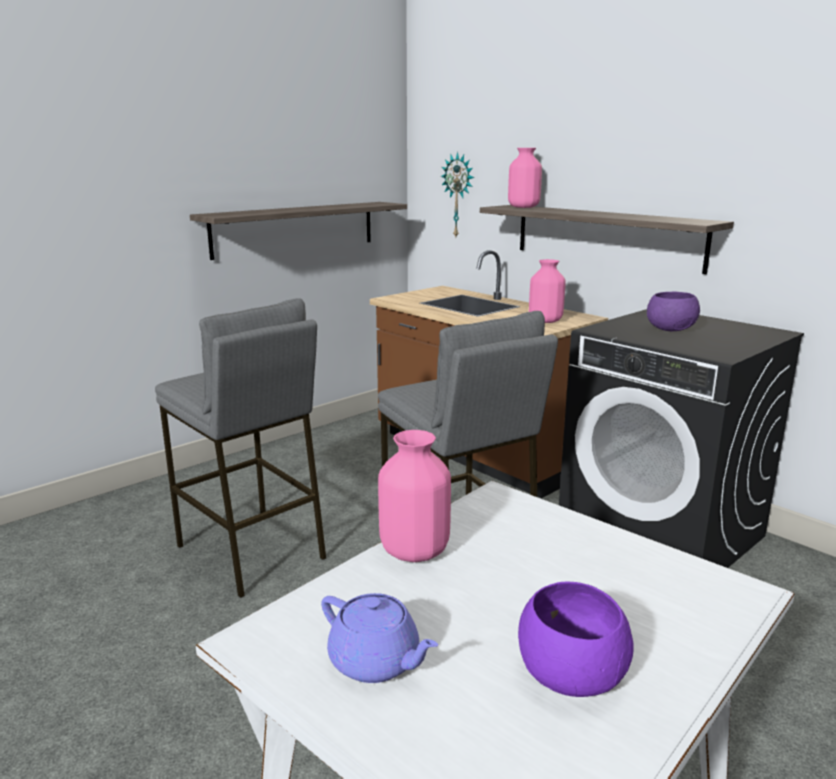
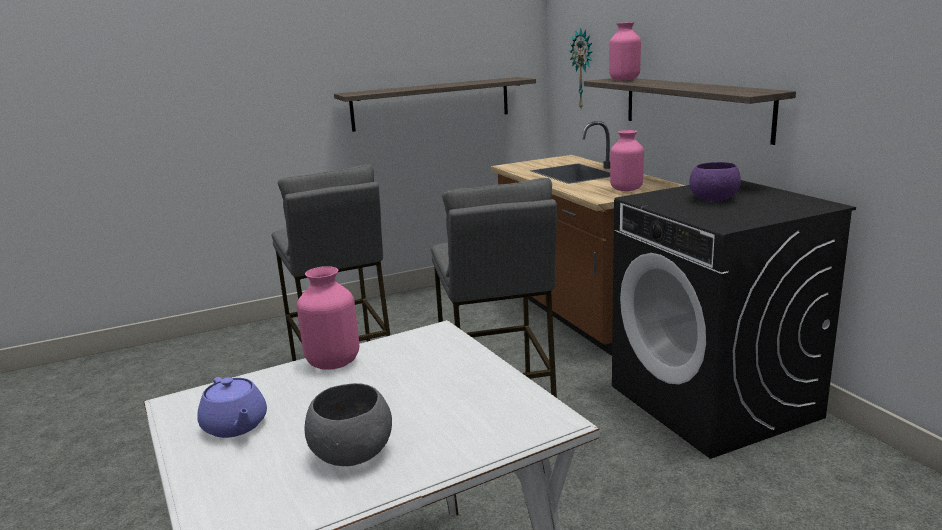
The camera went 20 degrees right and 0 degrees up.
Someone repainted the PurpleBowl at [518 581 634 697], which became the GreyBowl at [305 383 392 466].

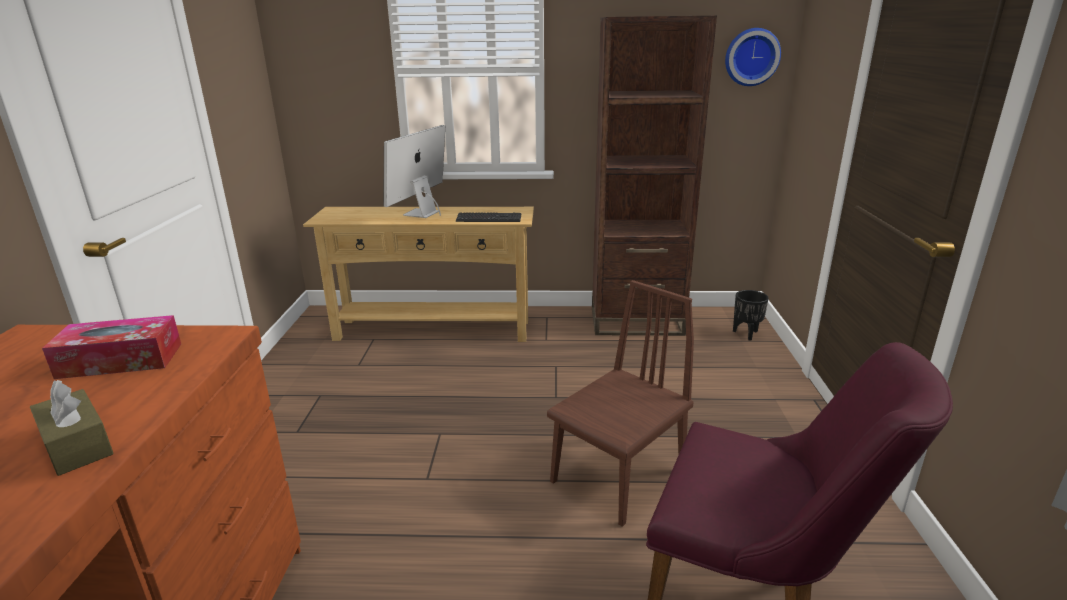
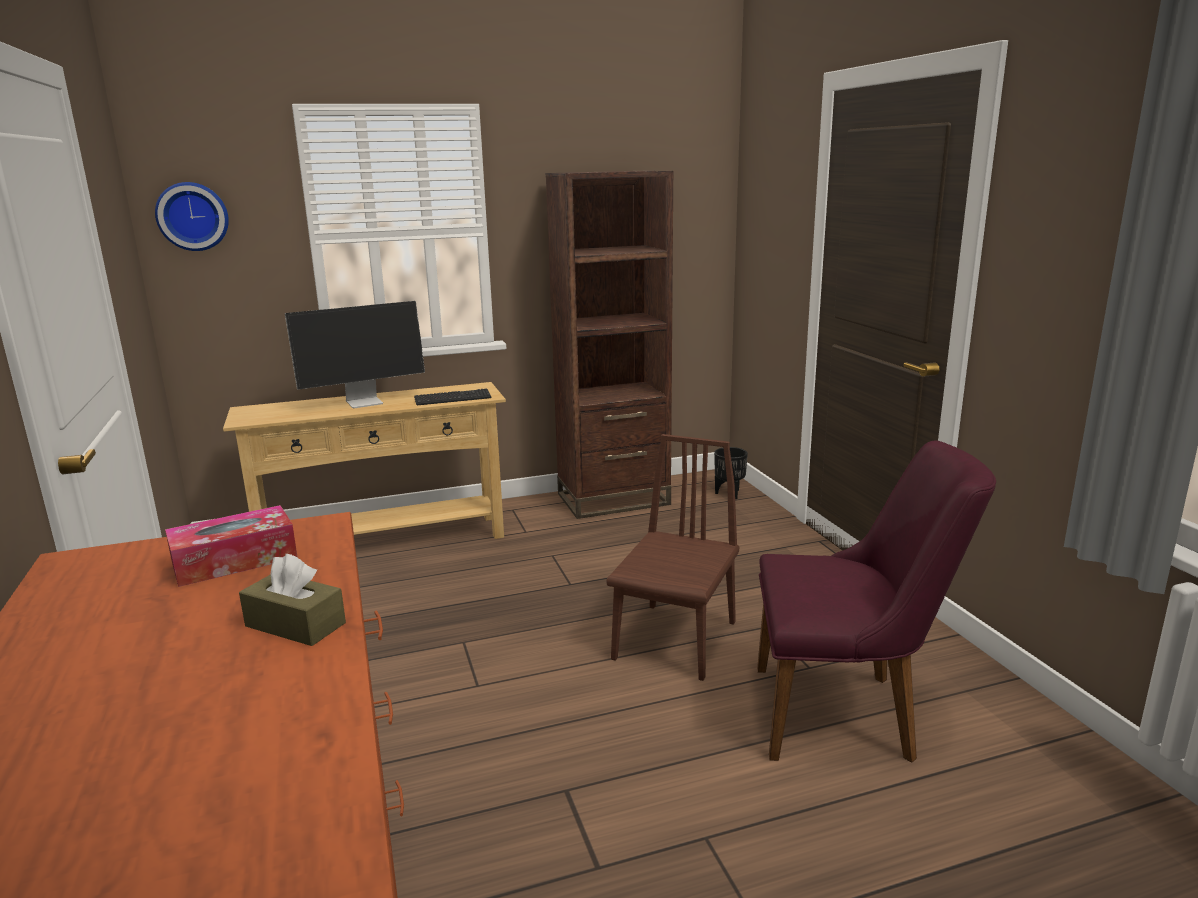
The camera went 20 degrees left and 5 degrees down.
Someone carried the WallClock from [725 28 781 86] to [155 182 229 251].
Someone rotated the Monitor at [383 125 445 218] by 120 degrees counterclockwise.

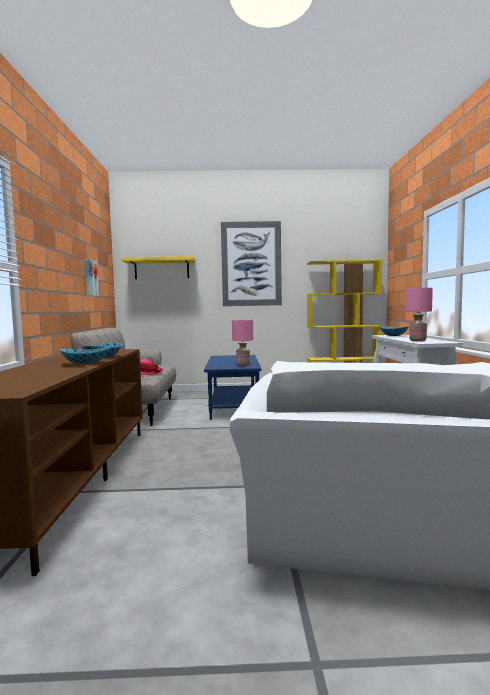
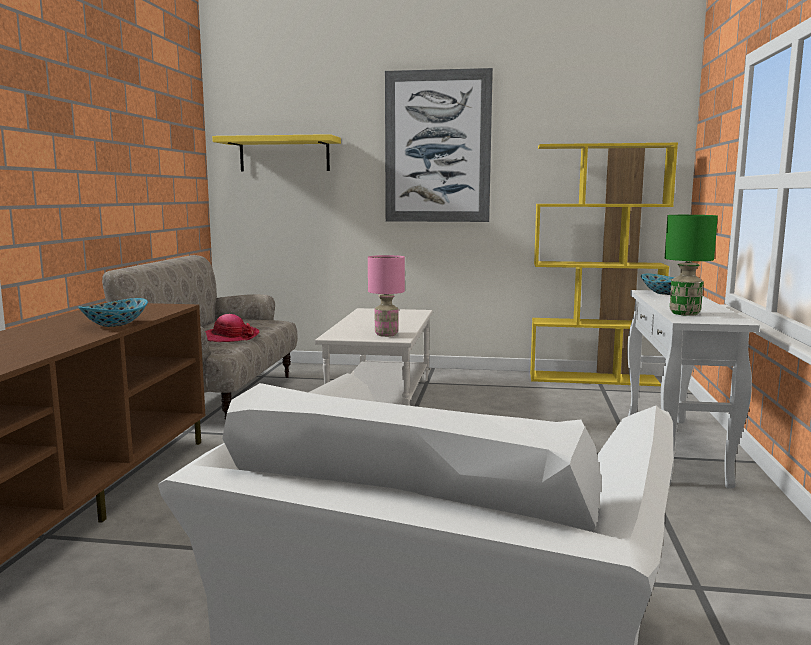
The camera went 10 degrees right and 5 degrees up.
Someone repainted the BlueCoffeeTable at [204 355 261 420], which became the WhiteCoffeeTable at [315 308 433 406].
Someone repainted the PinkTableLamp at [405 288 433 342], which became the GreenTableLamp at [665 215 718 316].
Someone took away the Bowl at [59 347 110 365].
Someone took away the Picture at [85 259 99 296].

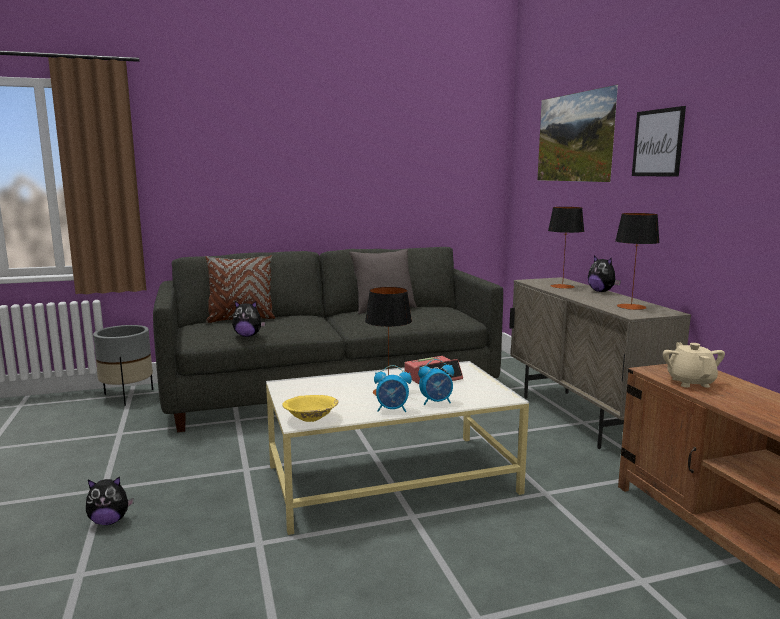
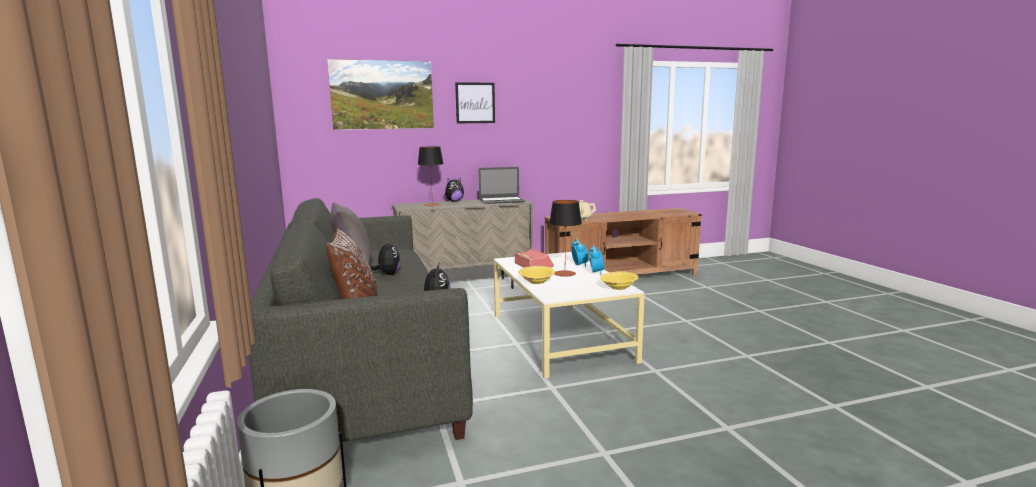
The camera went 90 degrees left and 0 degrees up.
Someone carried the PlushToy from [86 476 134 525] to [371 240 401 275].
Someone swapped the TableLamp at [615 213 660 310] for the Laptop at [478 167 526 204].
Someone put down the YellowBowl at [518 266 555 284].

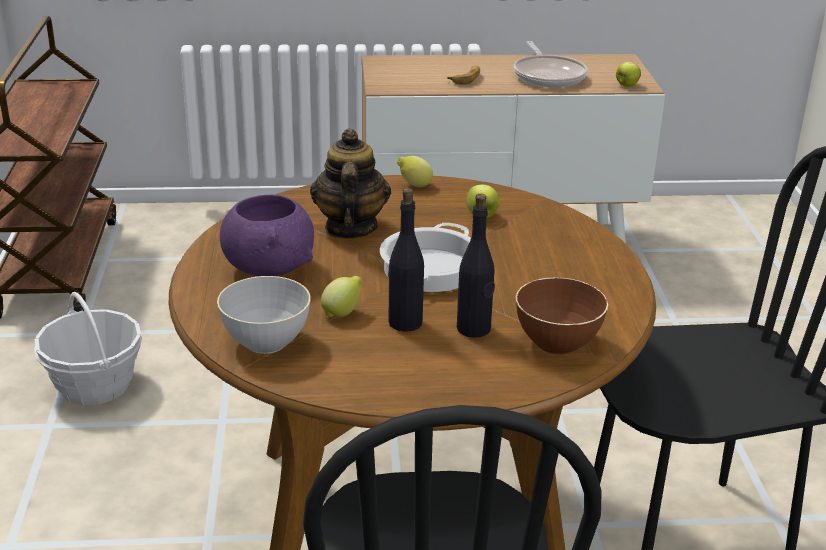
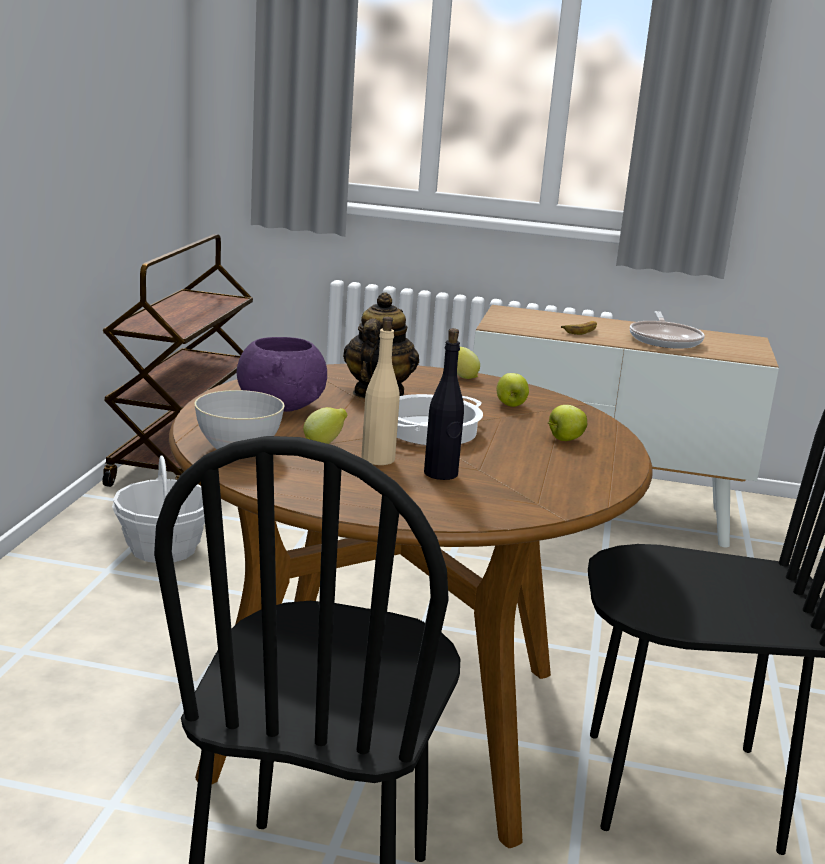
The camera went 15 degrees right and 10 degrees down.
Someone repainted the BlackBottle at [388 188 424 332], which became the BeigeBottle at [361 317 400 465].
Someone carried the Apple from [616 62 641 87] to [548 405 587 441].
Someone took away the BrownBowl at [516 277 608 355].

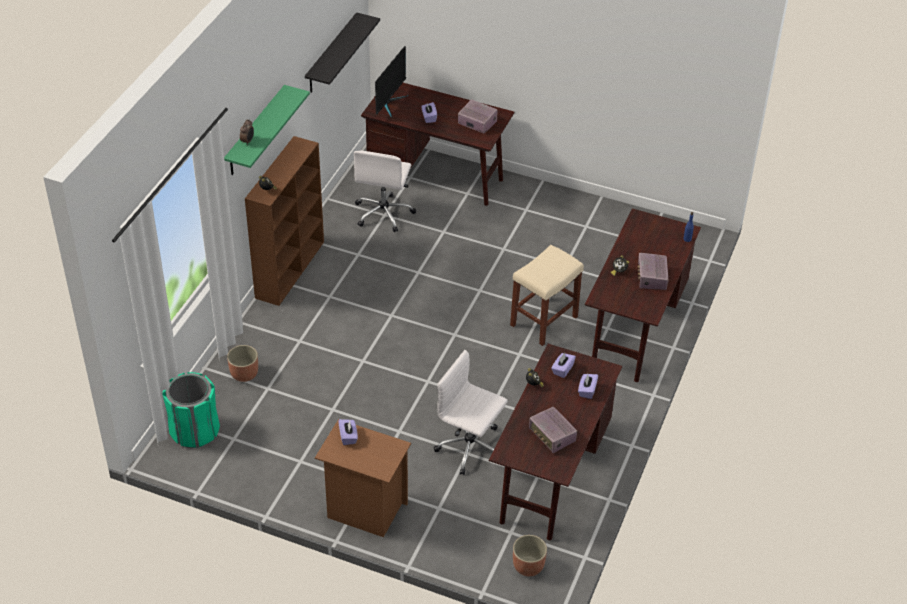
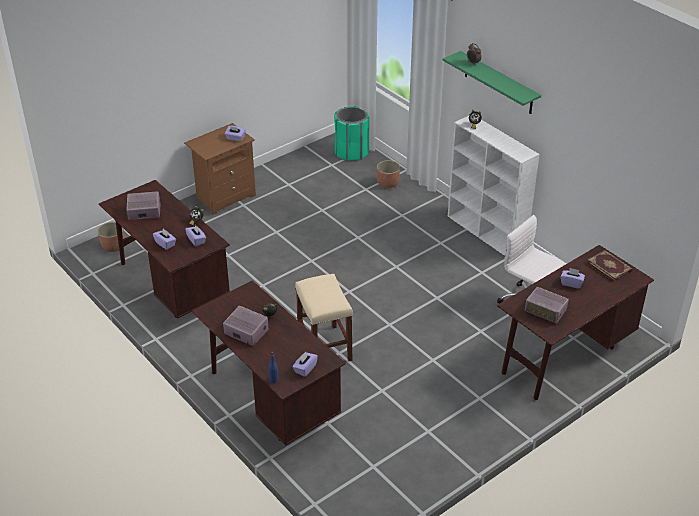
The camera went 120 degrees right and 5 degrees down.
Someone put down the PurpleTissueBox at [293 352 318 377].
Someone repainted the BrownBookcase at [245 136 324 306], which became the WhiteBookcase at [448 116 540 256].
Someone rotated the Radio at [458 99 498 134] by 60 degrees clockwise.
Someone swapped the Monitor at [375 46 409 117] for the Book at [587 250 633 282].
Someone took away the BlackShelf at [305 12 380 93].
Someone took away the WhiteOfficeChair at [434 350 508 475].

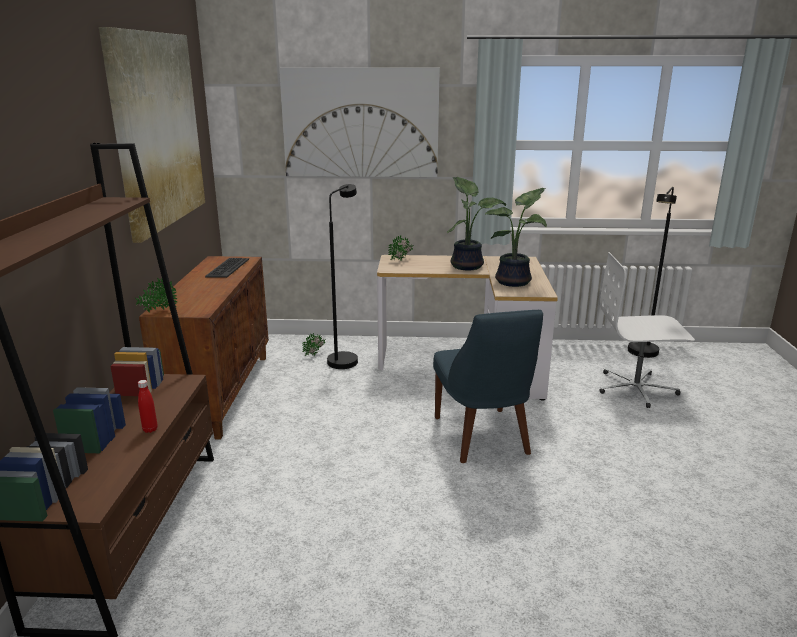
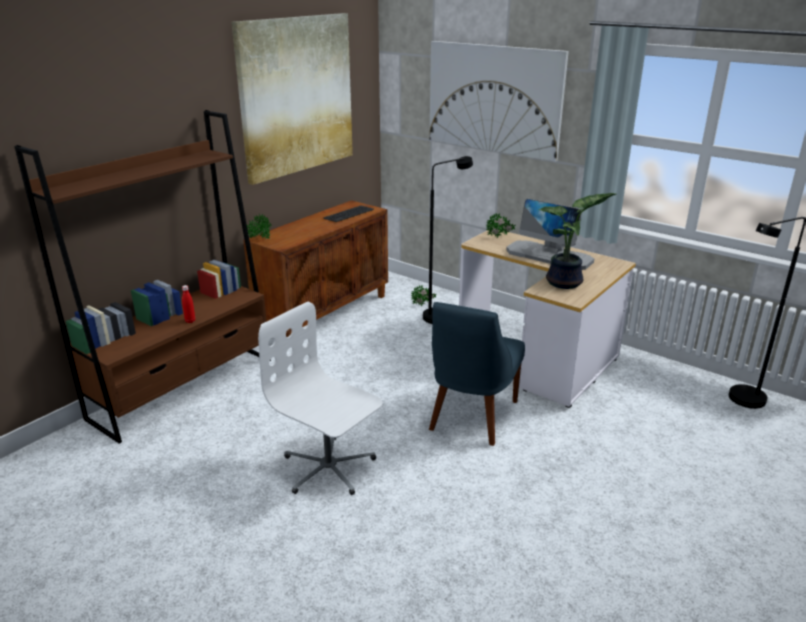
The camera went 35 degrees right and 5 degrees up.
Someone carried the WhiteOfficeChair from [600 252 695 408] to [258 302 382 495].
Someone swapped the PottedPlant at [447 177 506 270] for the Monitor at [506 199 594 270].

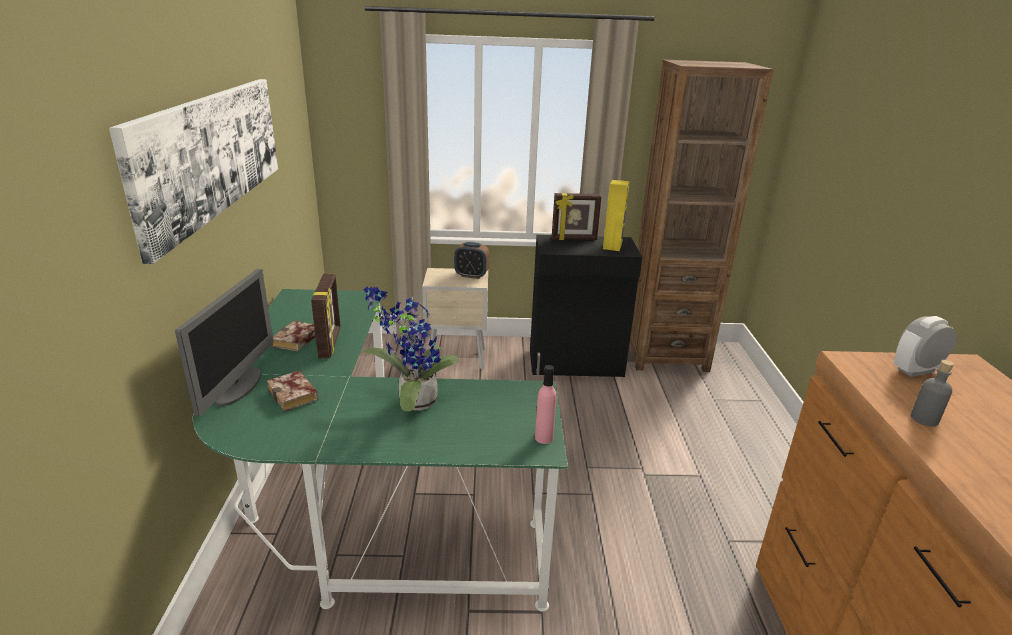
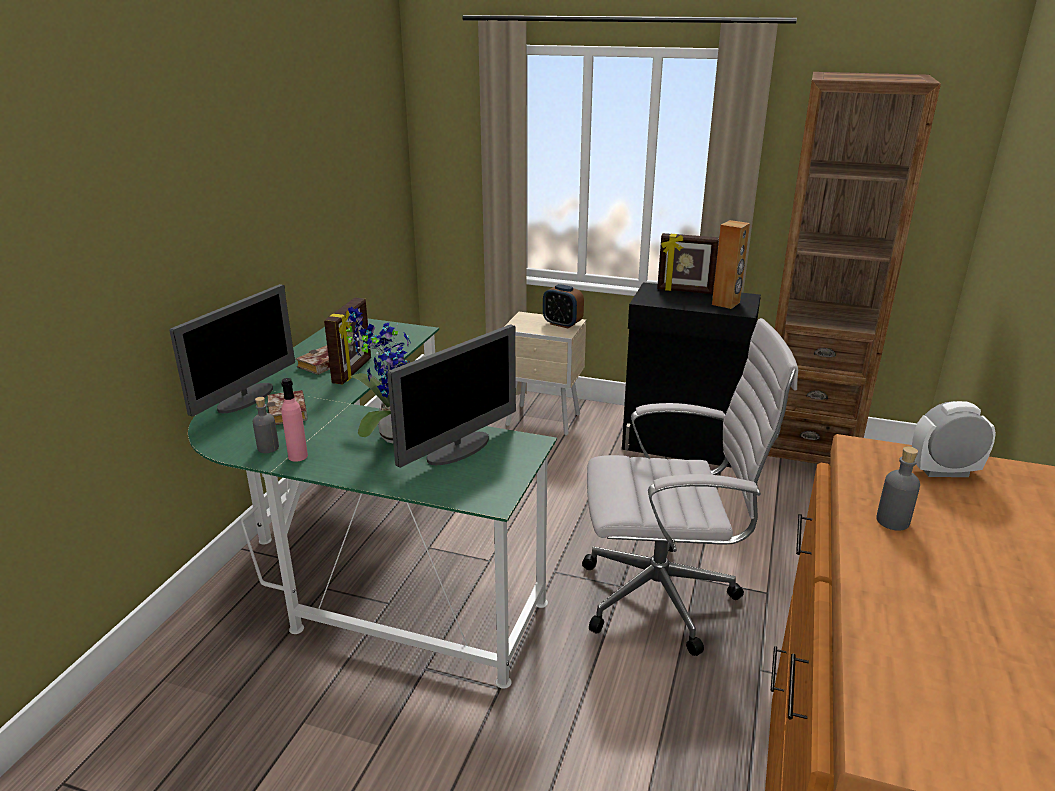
The camera went 20 degrees right and 0 degrees up.
Someone put down the GreyBottle at [253 397 279 453].
Someone carried the PinkBottle from [535 365 556 444] to [281 378 308 462].
Someone put down the Monitor at [387 324 516 468].
Someone put down the WhiteOfficeChair at [582 318 798 656].
Someone repainted the YellowSpeaker at [603 180 630 251], which became the BrownSpeaker at [712 220 750 309].
Someone took away the Picture at [109 79 278 264].

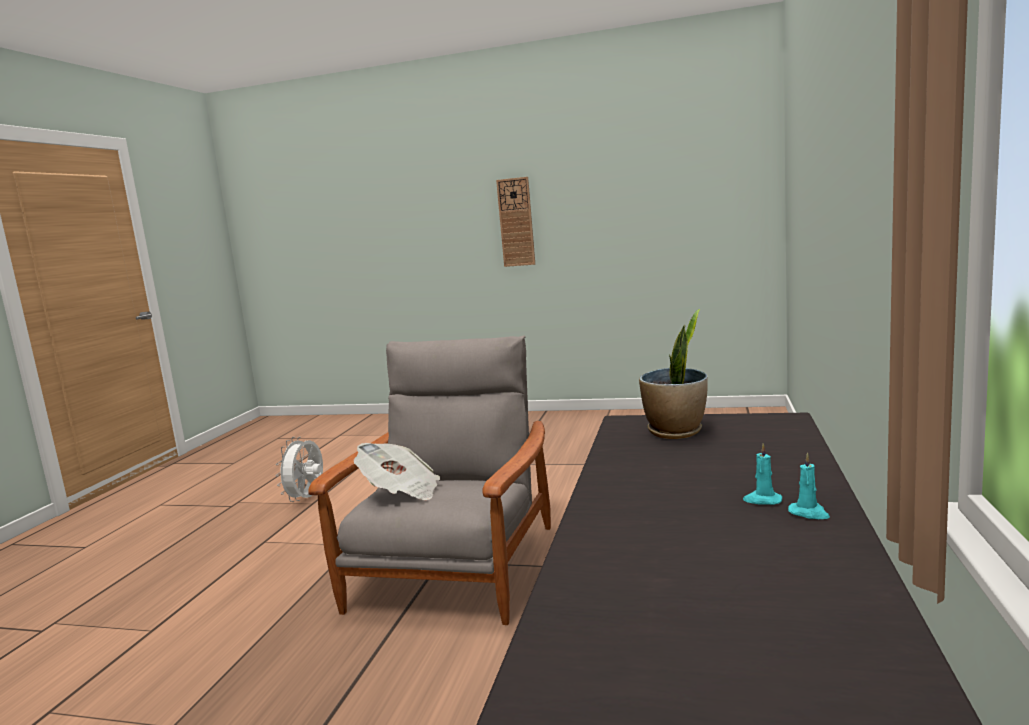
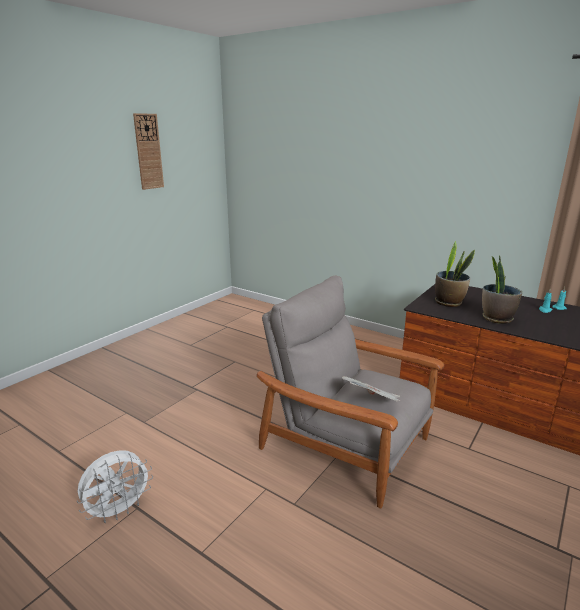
The camera went 70 degrees left and 10 degrees up.
Someone rotated the WhiteFan at [275 437 323 502] by 75 degrees counterclockwise.
Someone carried the WallClock from [496 177 535 267] to [133 113 164 190].
Someone put down the PottedPlant at [482 255 522 324].

